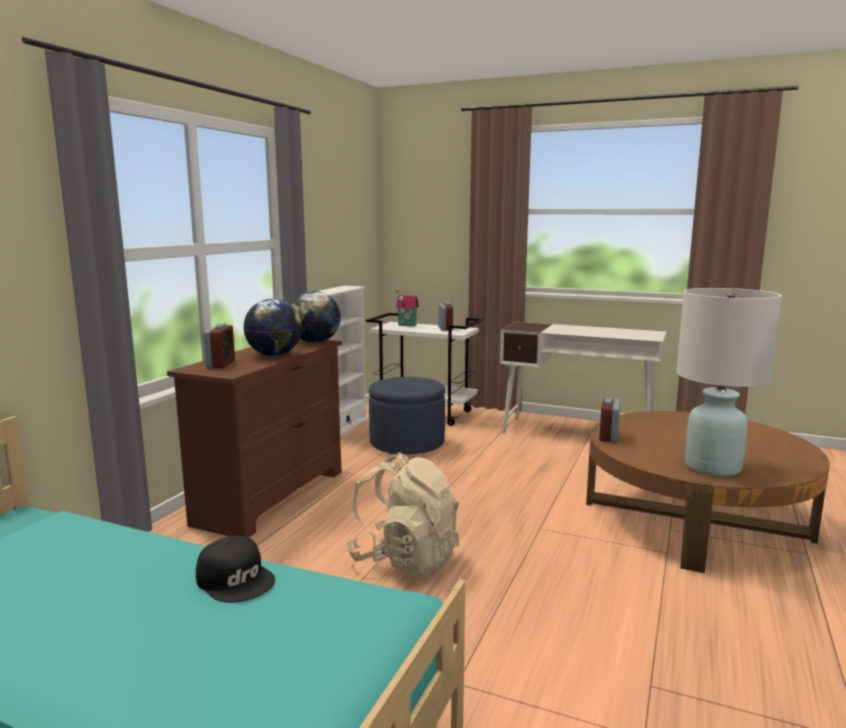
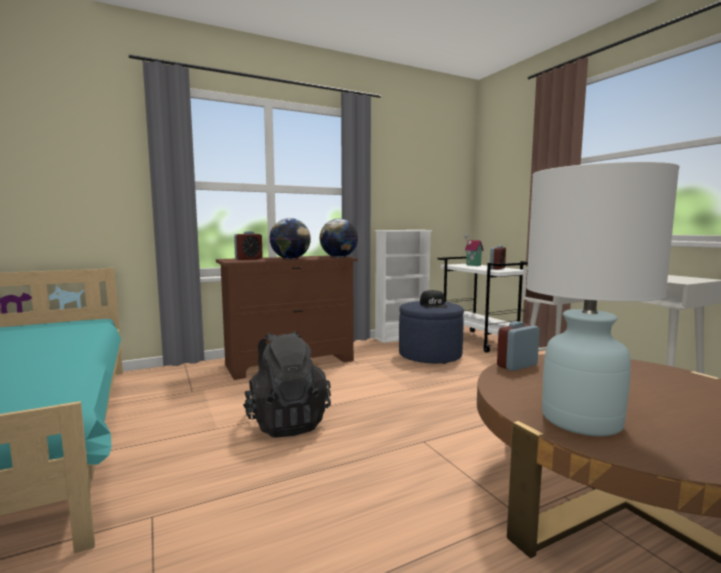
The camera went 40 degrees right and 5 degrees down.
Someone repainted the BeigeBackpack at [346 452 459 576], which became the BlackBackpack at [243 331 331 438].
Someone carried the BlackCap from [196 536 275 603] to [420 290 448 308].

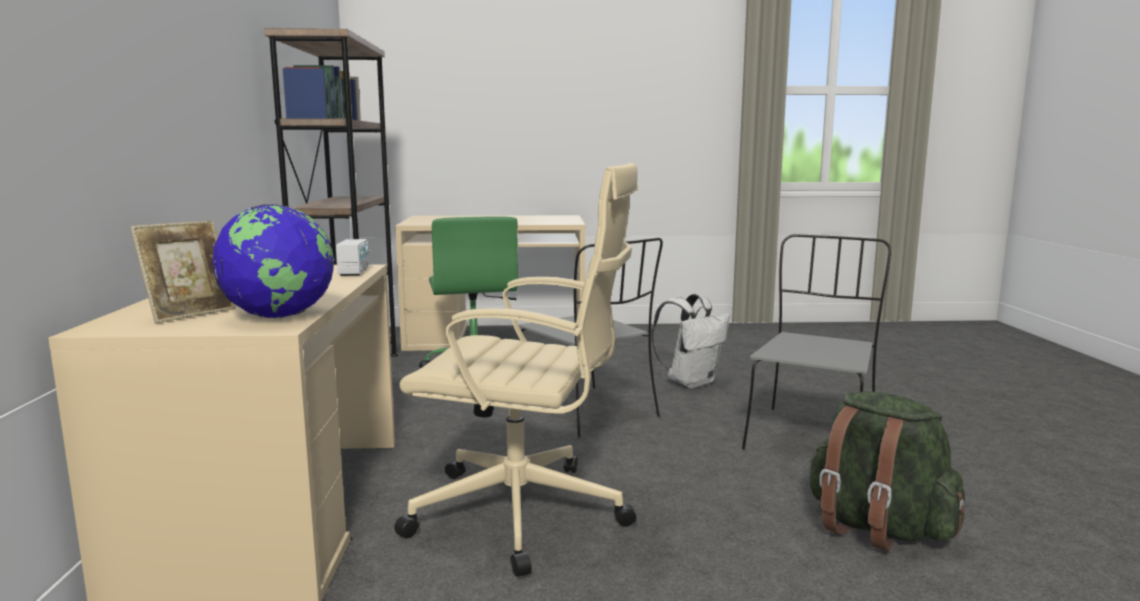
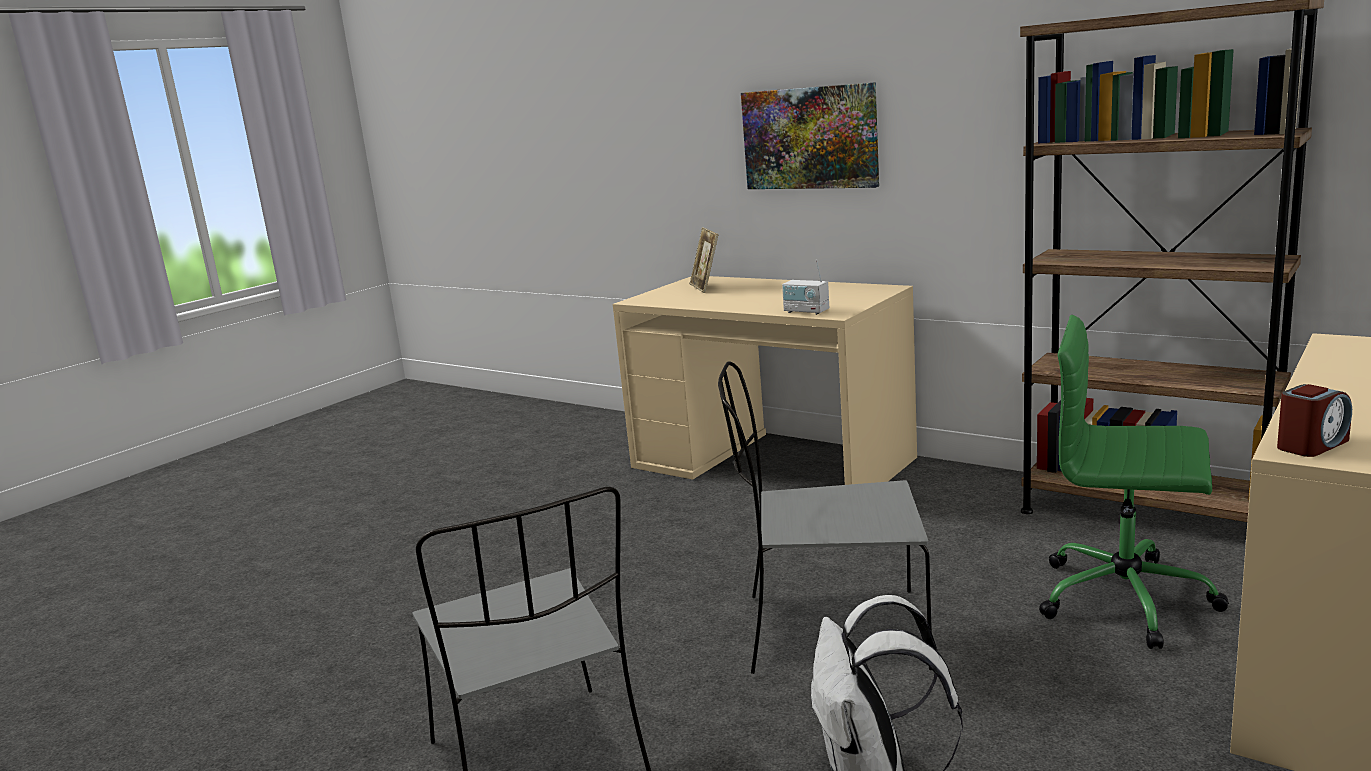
The camera went 130 degrees right and 5 degrees up.
Someone put up the Picture at [741 82 879 189].
Someone put down the AlarmClock at [1277 384 1352 457].
Someone took away the Globe at [212 204 335 318].
Someone took away the BeigeOfficeChair at [394 163 638 577].
Someone took away the GreenBackpack at [810 391 965 551].

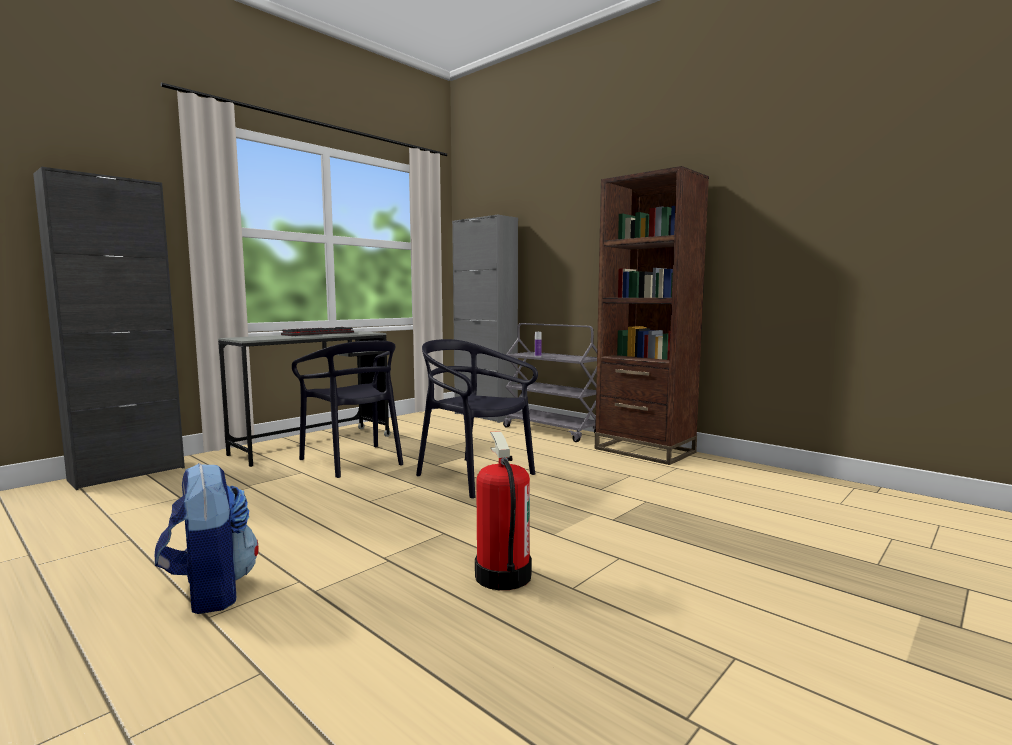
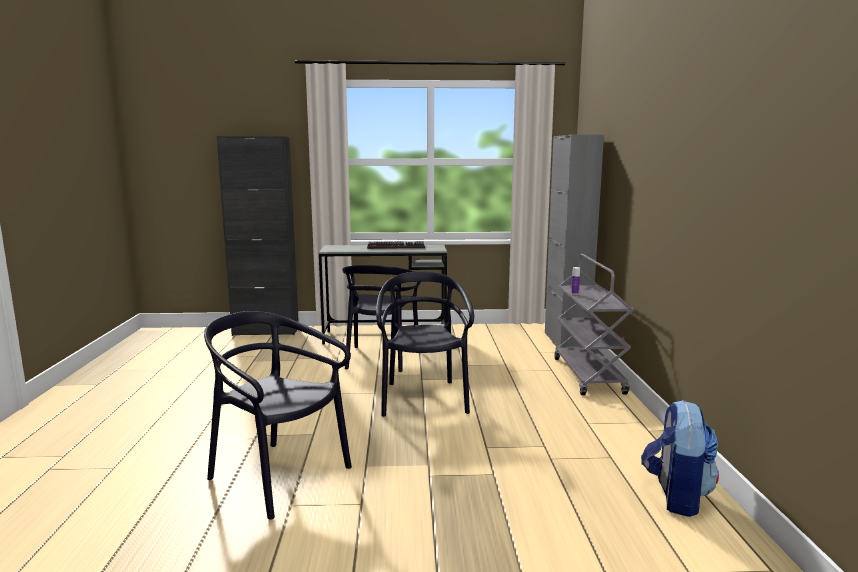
The camera went 45 degrees right and 5 degrees up.
Someone swapped the FireExtinguisher at [475 431 532 590] for the BlackChair at [204 311 352 520].
Someone carried the Backpack from [155 463 259 614] to [641 400 719 517].
Someone took away the BrownBookcase at [595 166 709 465].

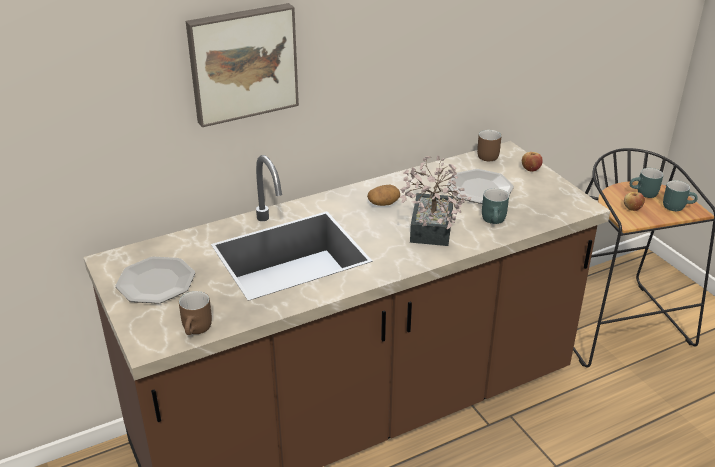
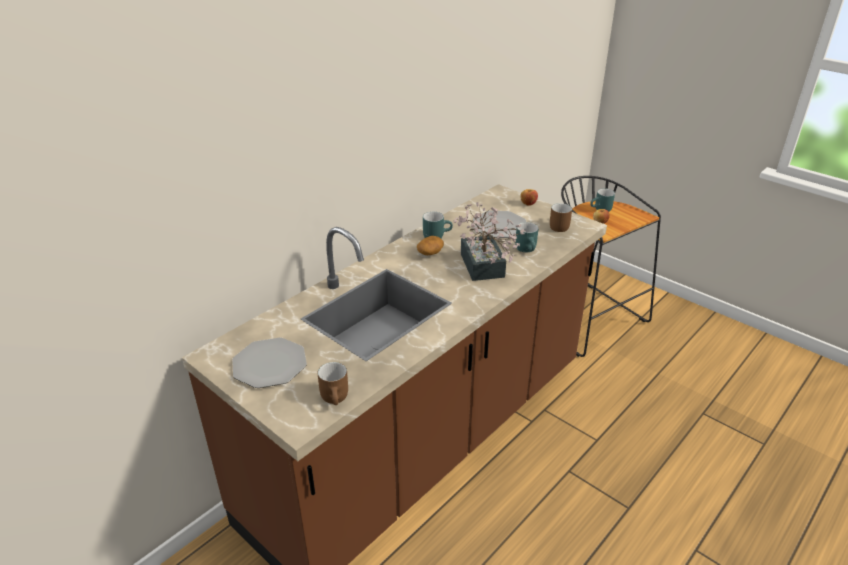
The camera went 20 degrees left and 0 degrees up.
Someone carried the TurquoiseMug from [663 180 698 211] to [423 212 453 238].
Someone carried the BrownMug from [477 130 502 161] to [550 203 572 232].
Someone took away the Picture at [186 3 299 127].

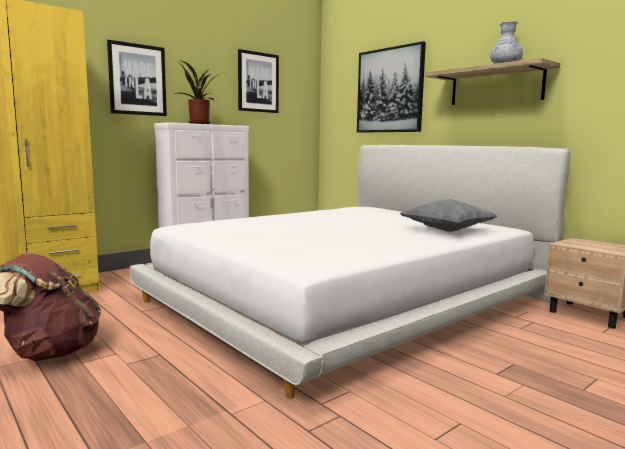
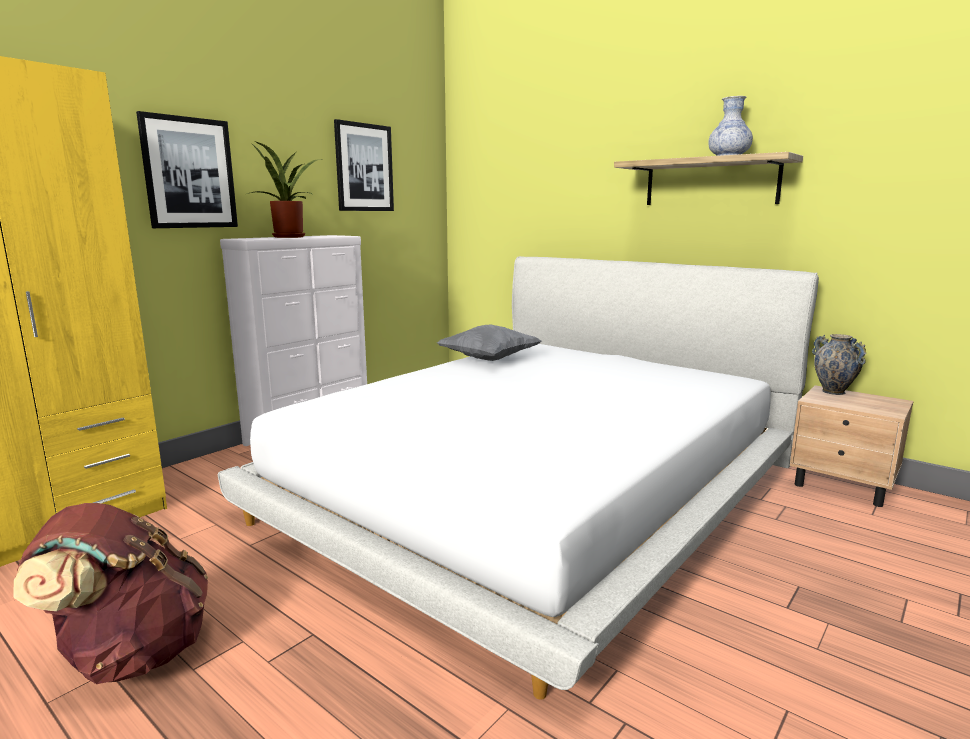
The camera went 10 degrees left and 5 degrees up.
Someone carried the GreyPillow from [400 199 497 232] to [437 325 542 361].
Someone put down the Vase at [812 334 866 395].
Someone took away the Picture at [357 41 426 133].

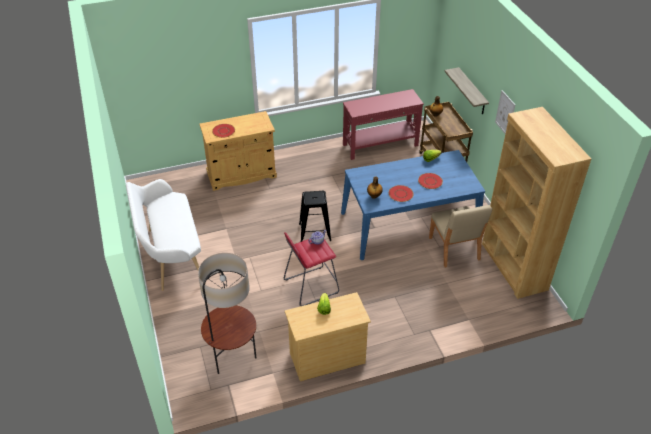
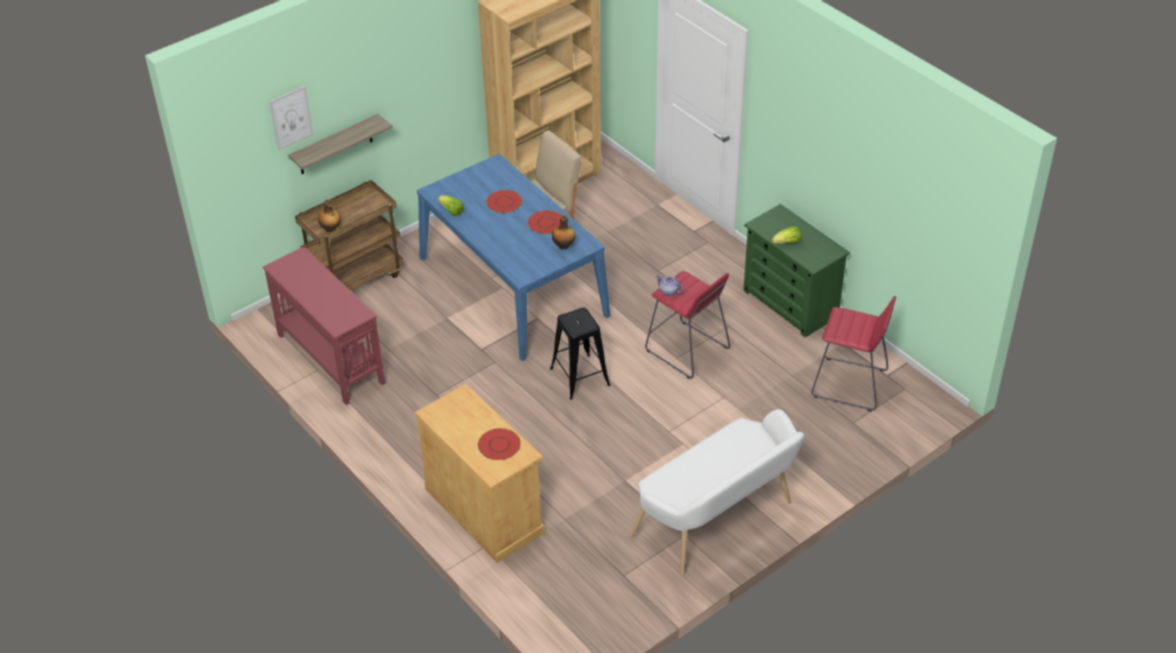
The camera went 110 degrees left and 0 degrees up.
Someone carried the Picture from [495 90 515 134] to [269 86 314 151].
Someone repainted the BeigeDresser at [285 292 371 381], which became the GreenDresser at [743 204 850 338].
Someone swapped the FloorLamp at [198 253 257 374] for the RedStool at [811 296 896 412].

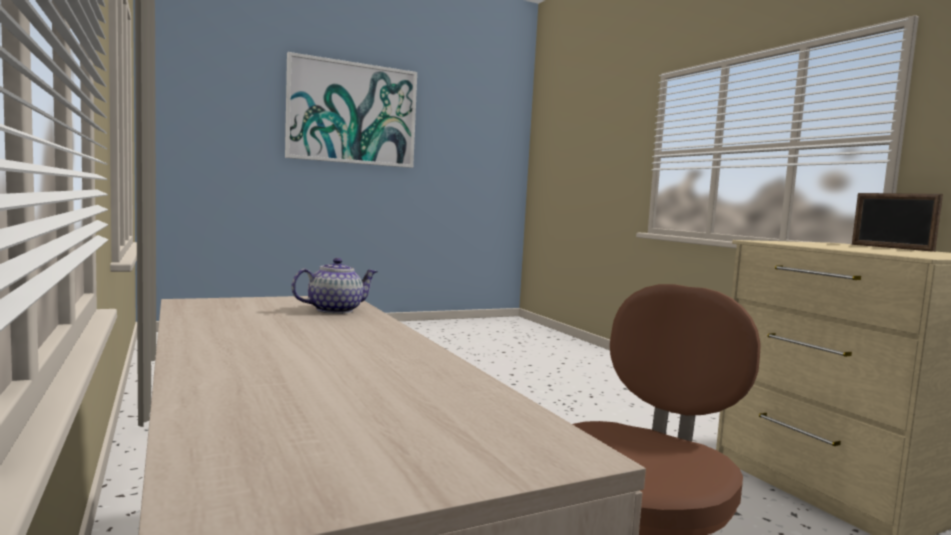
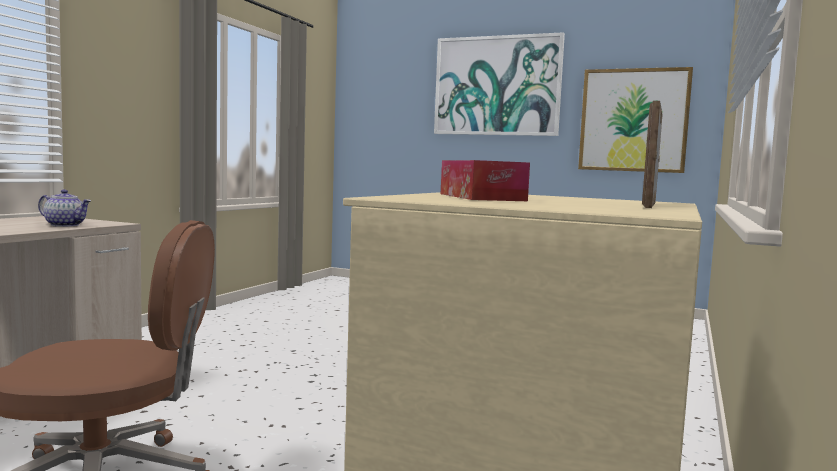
The camera went 50 degrees right and 0 degrees up.
Someone put down the TissueBox at [441 160 530 201].
Someone put up the Picture at [578 67 693 173].

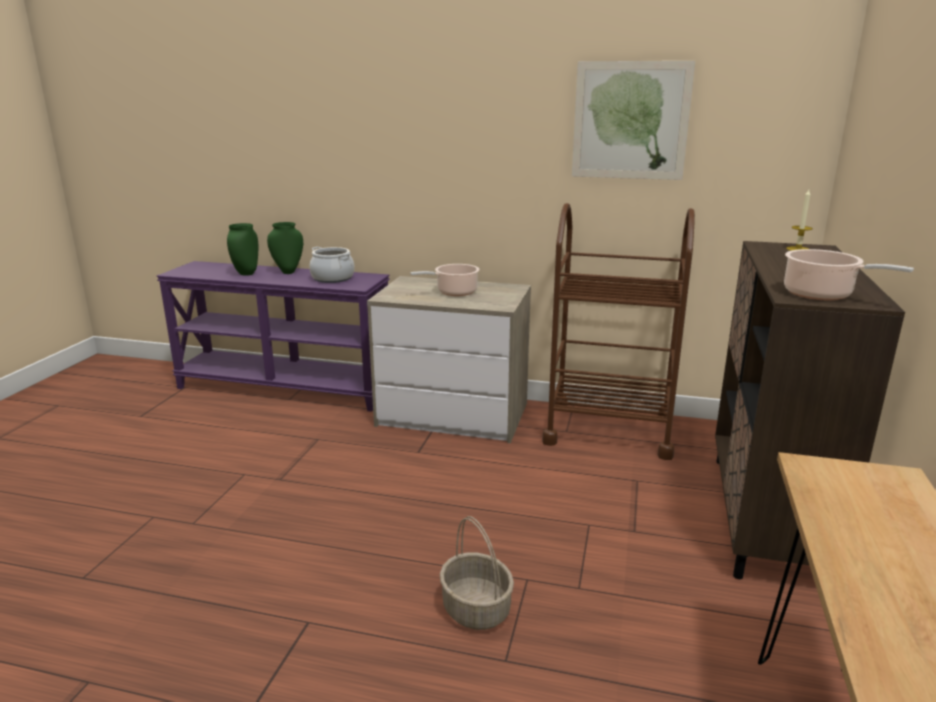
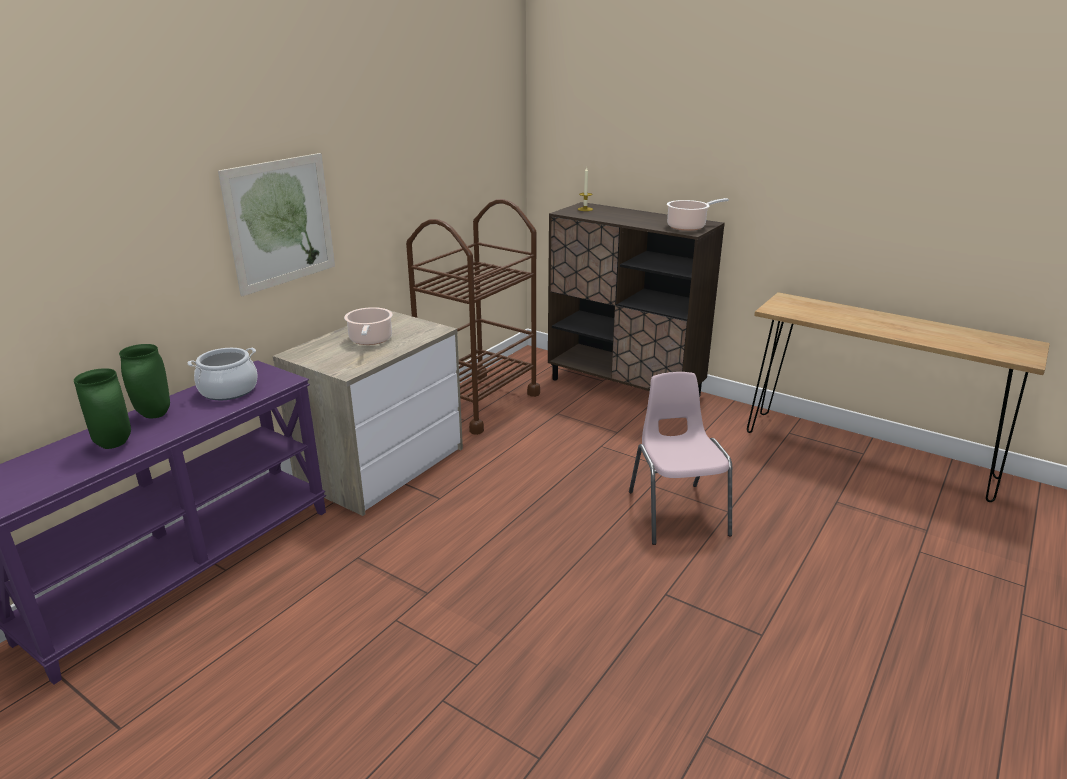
The camera went 70 degrees left and 5 degrees up.
Someone carried the Picture from [572 61 695 180] to [218 153 335 296].
Someone swapped the Basket at [440 516 514 630] for the PinkChair at [629 372 732 545].

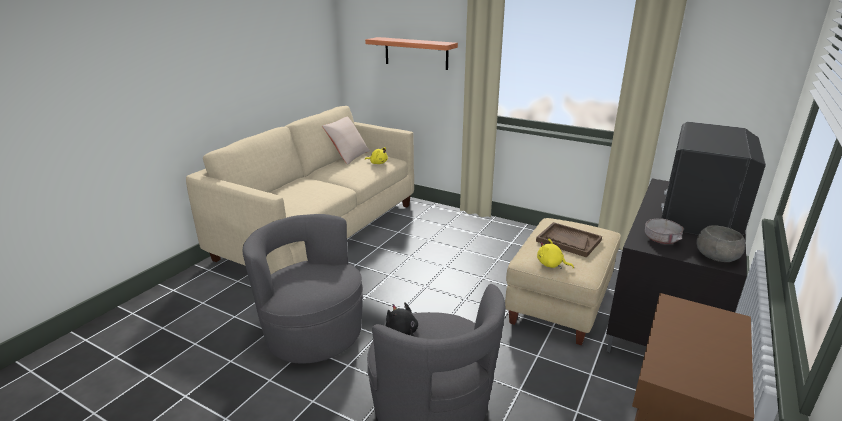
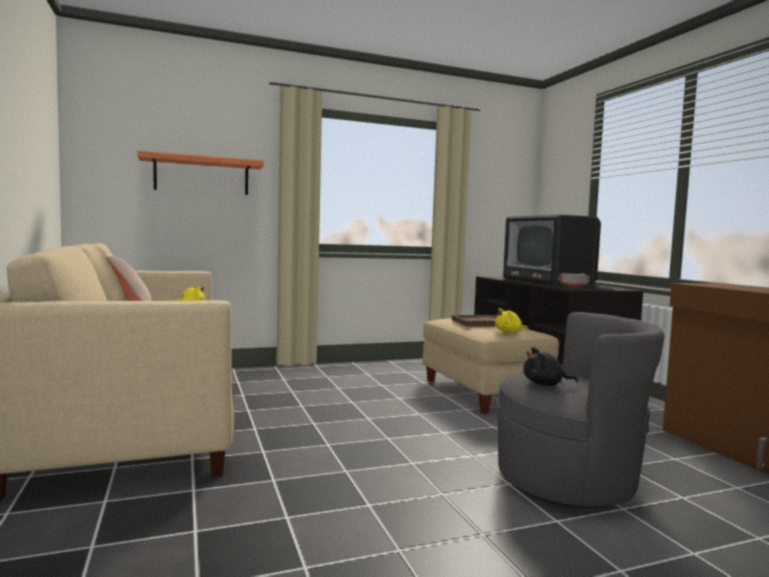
The camera went 50 degrees left and 20 degrees down.
Someone took away the GreyArmchair at [243 214 363 364].
Someone took away the GreyBowl at [697 225 746 262].

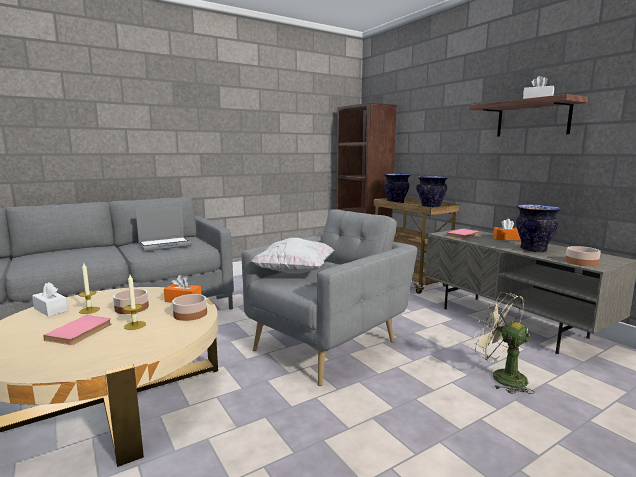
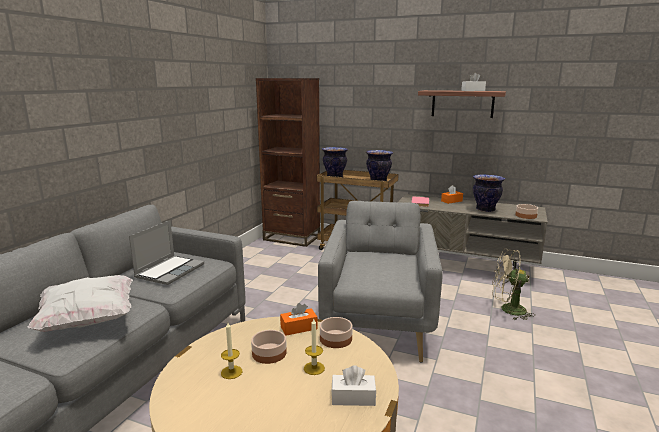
The camera went 35 degrees left and 5 degrees up.
Someone carried the WhitePillow from [251 238 334 274] to [27 275 133 332].
Someone carried the WhiteTissueBox from [32 282 68 317] to [331 365 376 406].
Someone took away the PinkBook at [43 315 111 345].

